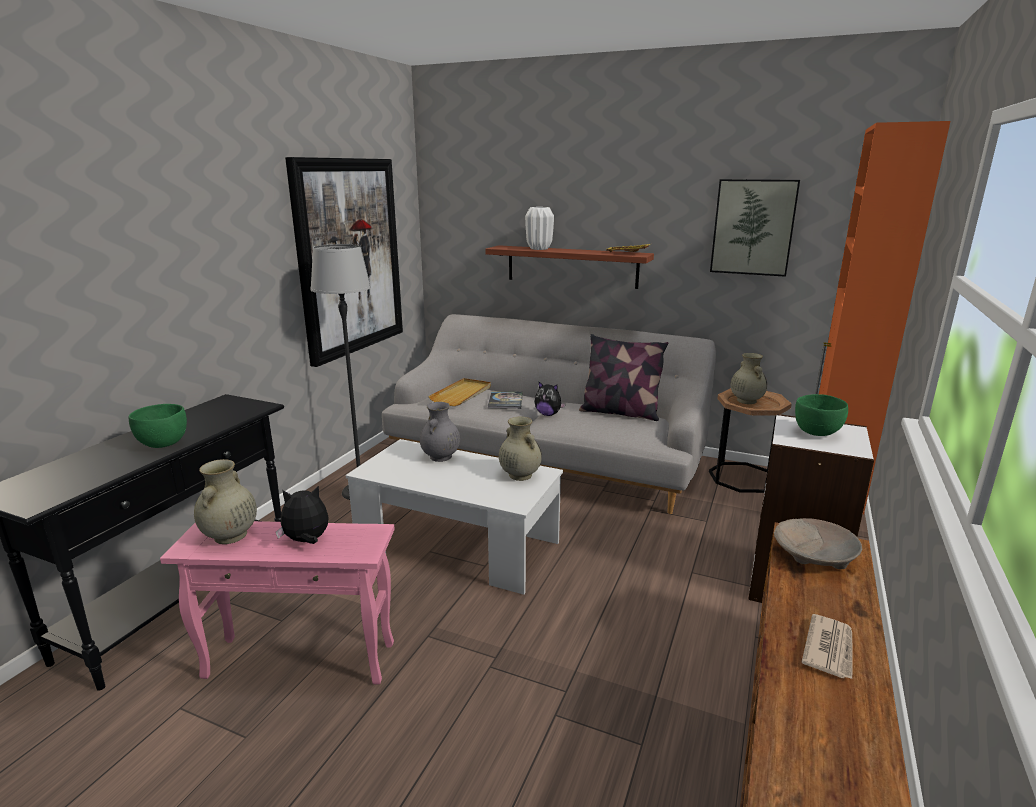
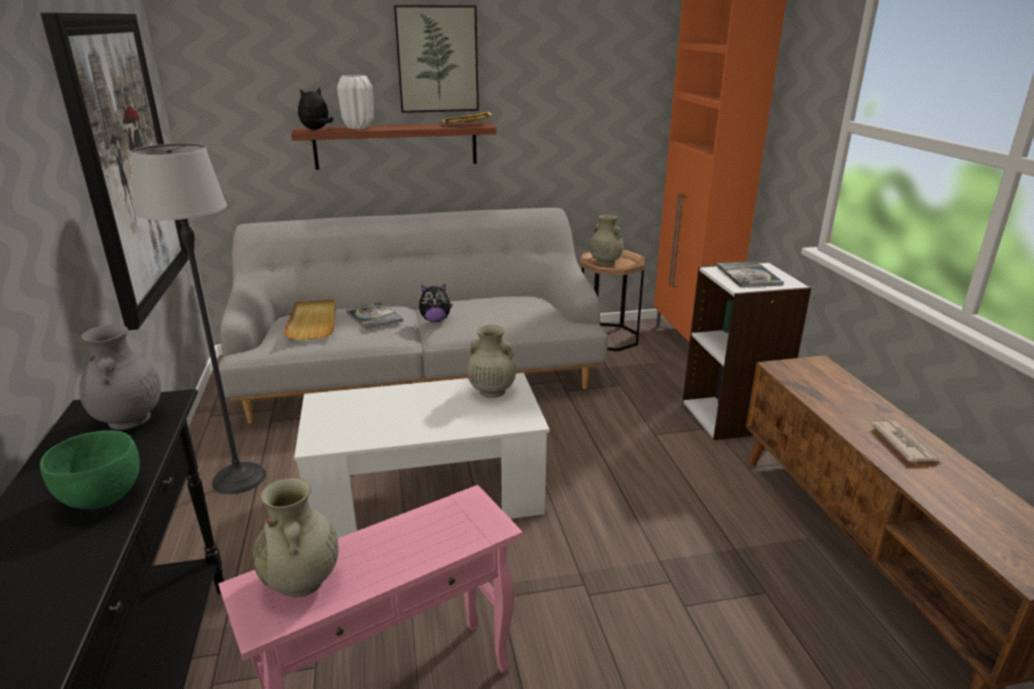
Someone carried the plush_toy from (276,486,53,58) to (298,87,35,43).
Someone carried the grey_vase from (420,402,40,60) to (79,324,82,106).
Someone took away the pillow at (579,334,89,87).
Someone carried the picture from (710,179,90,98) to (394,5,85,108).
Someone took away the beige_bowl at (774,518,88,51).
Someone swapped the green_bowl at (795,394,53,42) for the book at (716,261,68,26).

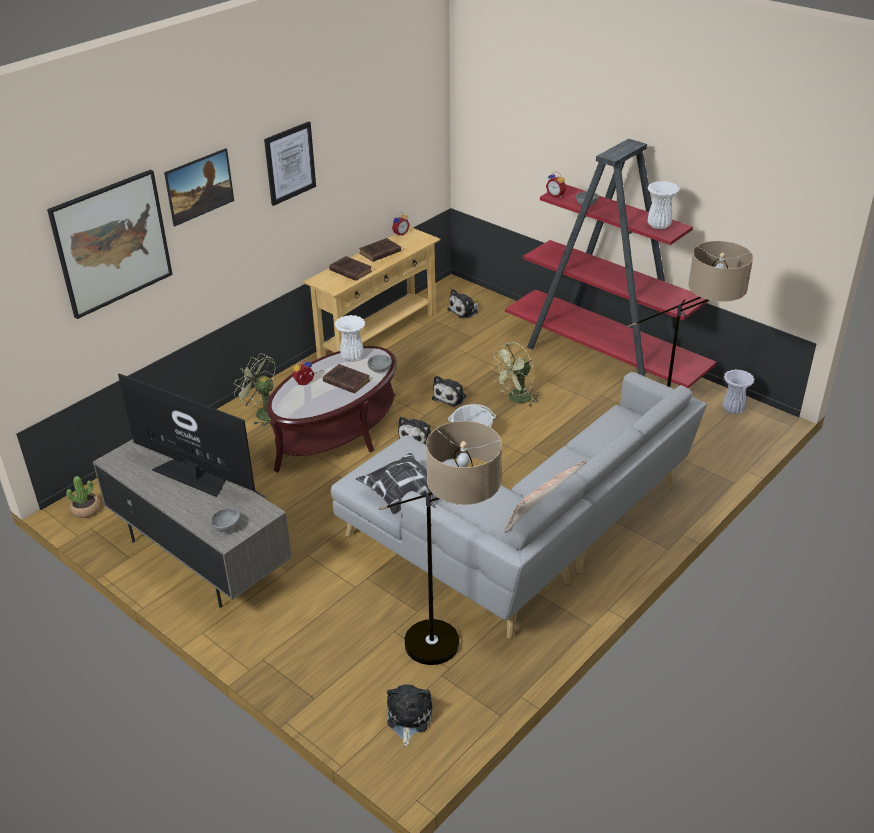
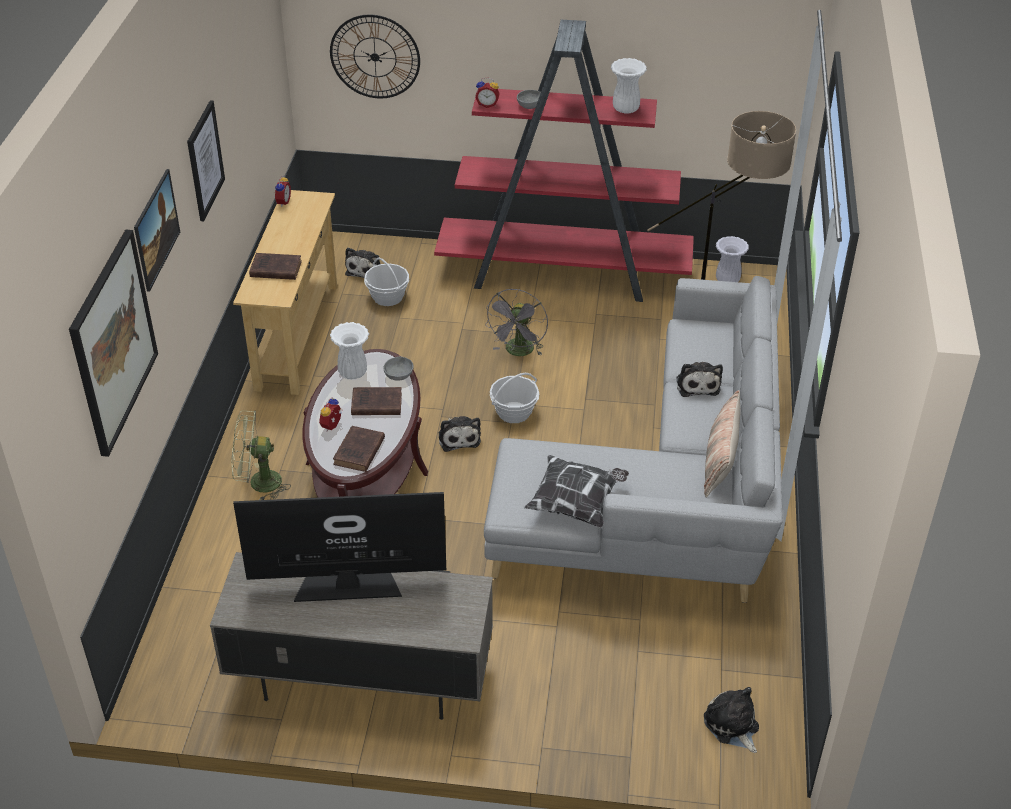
Someone took away the potted_plant at (66,476,34,42).
Someone took away the grey_bowl at (211,508,29,24).
Someone carried the brown_book from (359,238,42,24) to (333,426,52,46).
Someone took away the floor_lamp at (379,421,123,244).
Someone carried the plush_toy from (432,376,35,31) to (676,362,47,35).
Someone repainted the green_fan at (491,342,47,65), which became the grey_fan at (486,289,62,67).
Someone put up the wall_clock at (330,15,90,84).
Someone put down the basket at (364,258,45,48).

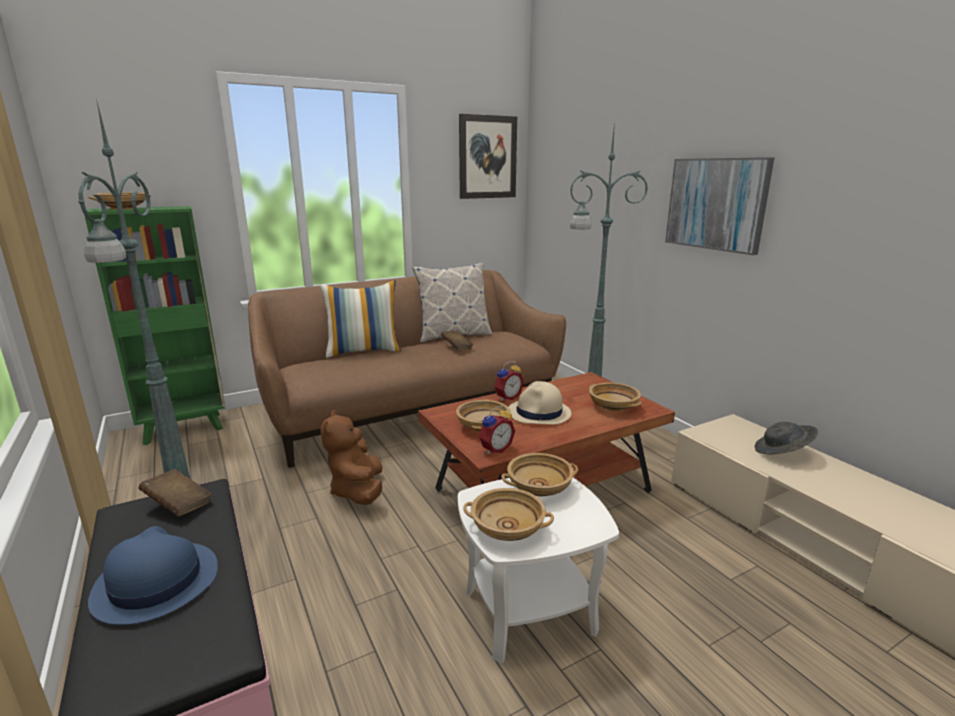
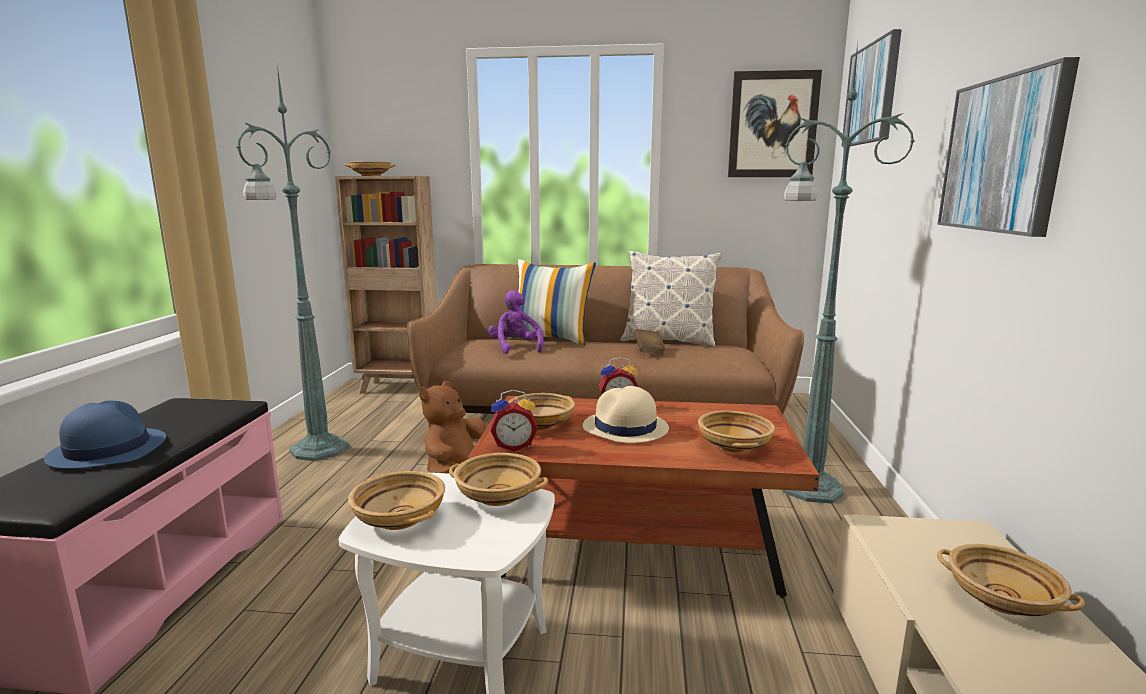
Someone repainted the green_bookcase at (84,206,142,239), which became the brown_bookcase at (335,176,102,219).
Someone took away the brown_book at (139,469,73,48).
Someone swapped the grey_hat at (755,422,63,33) for the beige_bowl at (937,544,148,72).
Someone put down the purple_plush_toy at (488,290,55,64).
Someone put up the picture at (841,29,61,118).

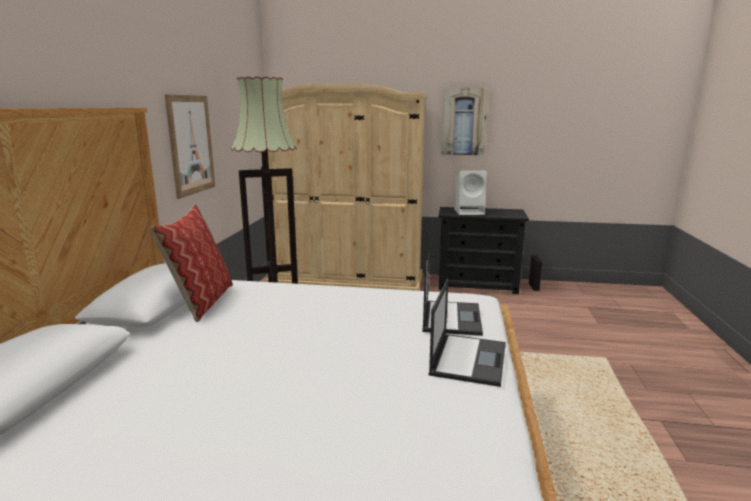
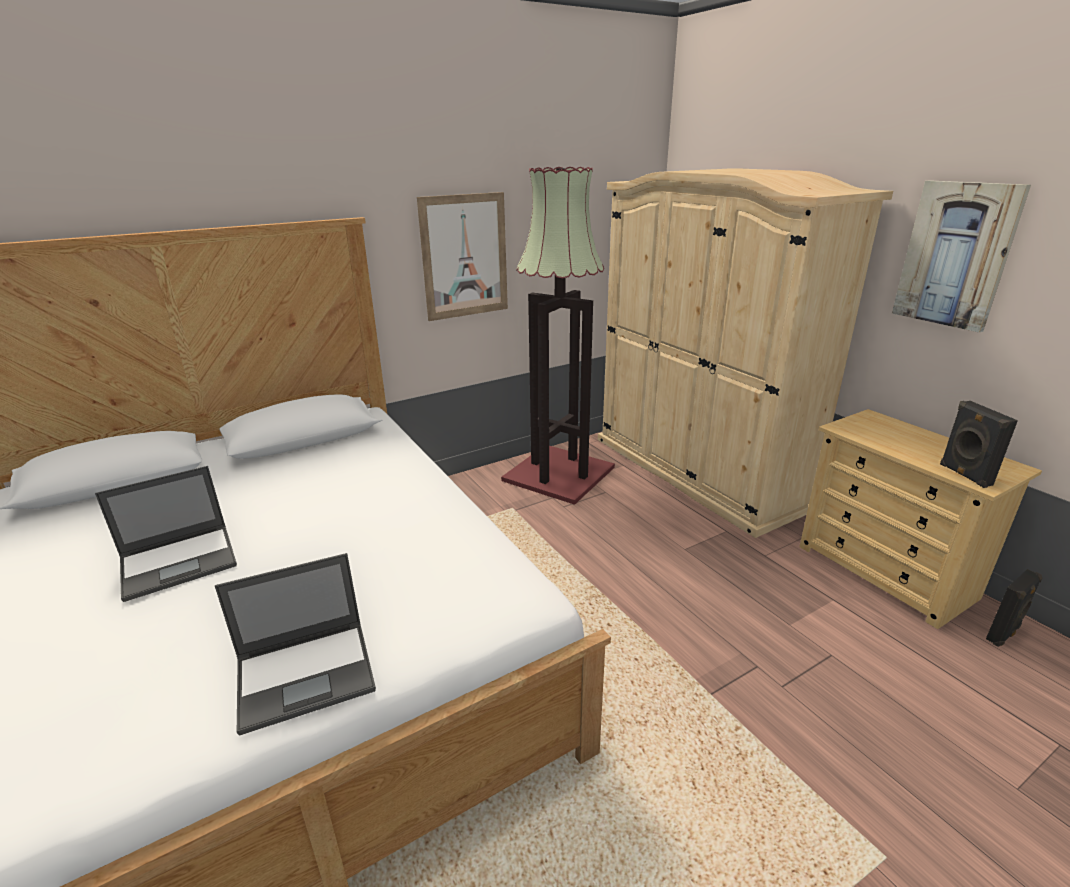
Someone took away the pillow at (149,204,84,118).
Someone carried the laptop from (422,253,61,83) to (95,466,142,136).
Someone repainted the black_dresser at (439,207,90,87), which became the beige_dresser at (799,409,243,220).
Someone took away the white_speaker at (454,170,32,45).
Someone put down the black_speaker at (940,401,78,87).

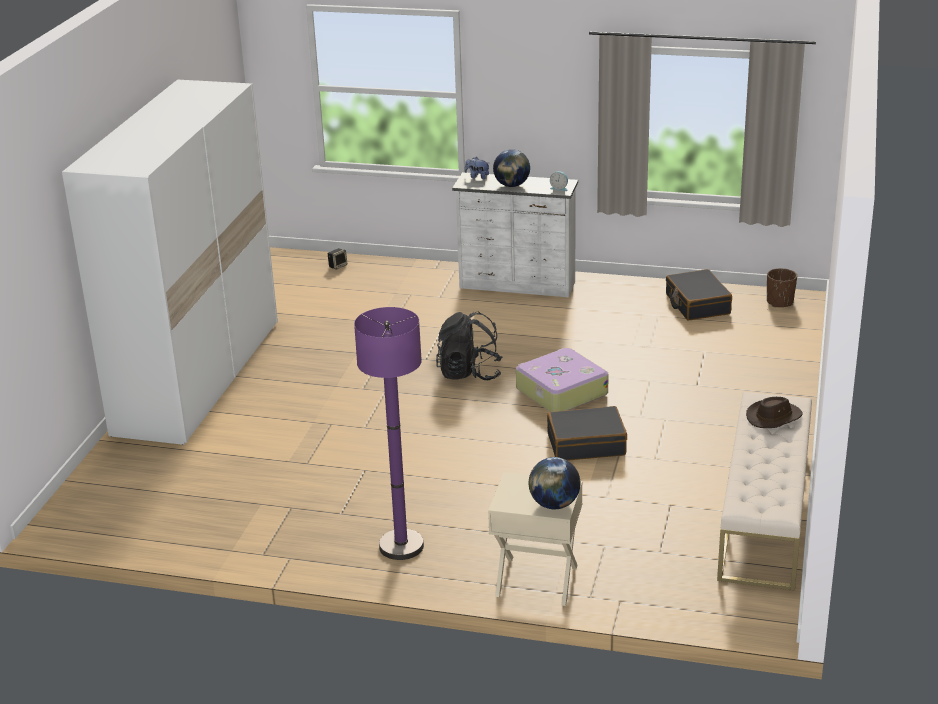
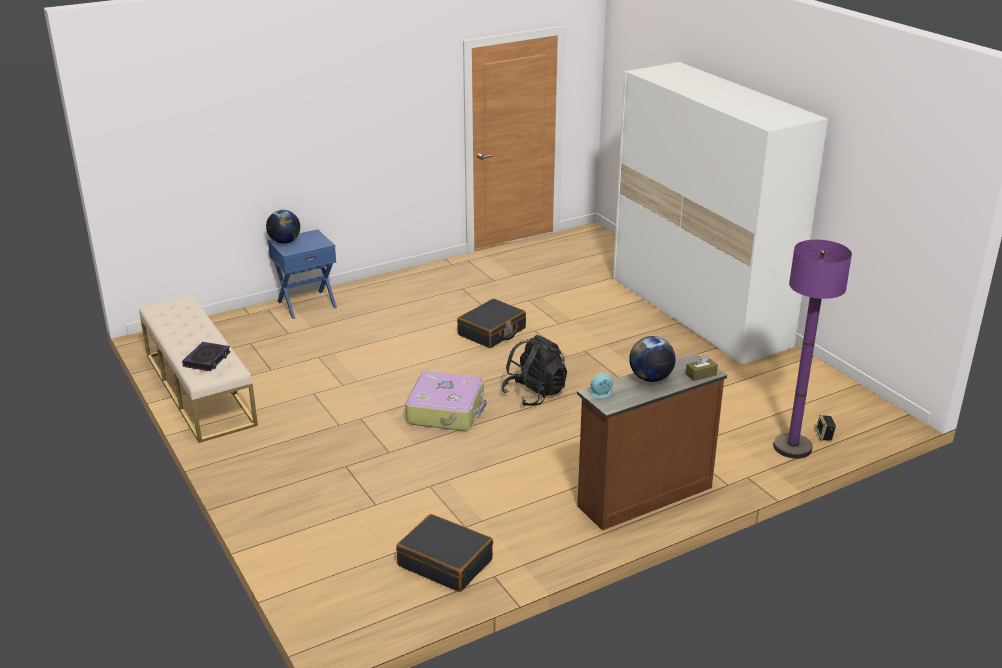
Someone carried the purple_floor_lamp from (354,307,70,253) to (773,240,79,219).
Someone repainted the white_dresser at (452,172,126,126), which became the brown_dresser at (577,353,150,177).
Someone swapped the plush_toy at (465,157,24,22) for the brown_tissue_box at (686,355,32,26).
Someone repainted the beige_nightstand at (488,472,95,134), which became the blue_nightstand at (268,229,69,90).
Someone carried the black_suitcase from (547,406,80,55) to (457,299,69,49).
Someone swapped the brown_hat at (746,397,57,31) for the book at (182,342,49,29).
Someone took away the brown_planter at (767,268,30,39).

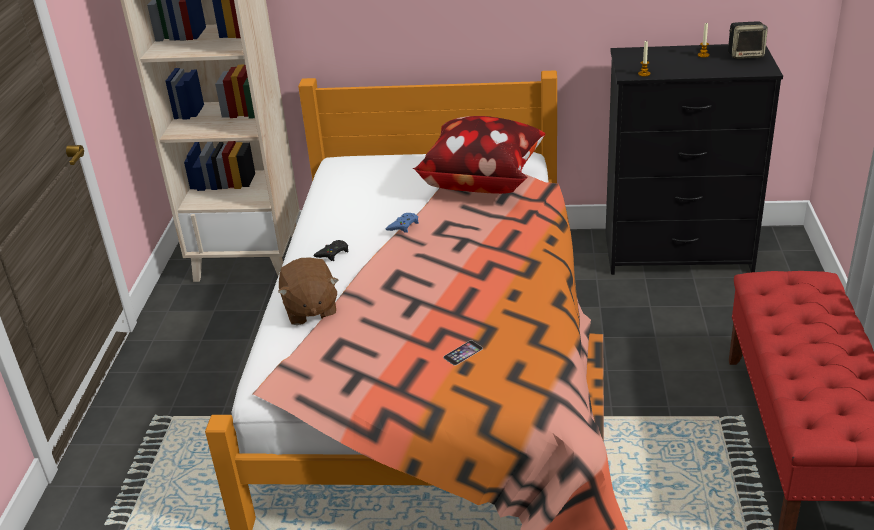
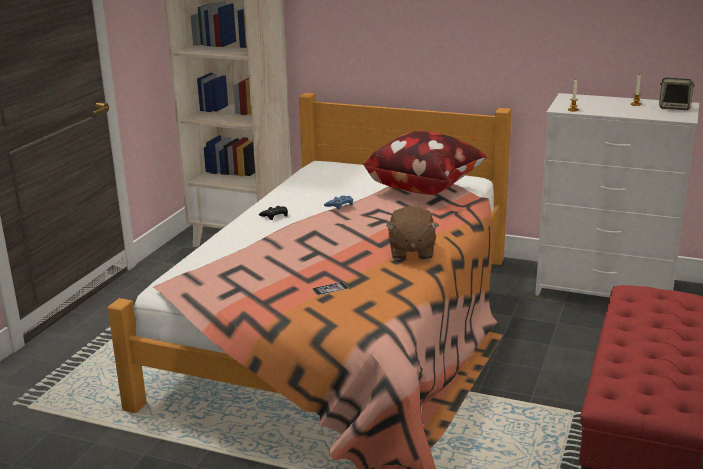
Someone carried the brown_plush_toy from (278,257,61,68) to (386,206,53,54).
Someone repainted the black_dresser at (605,44,178,231), which became the white_dresser at (535,93,164,205).

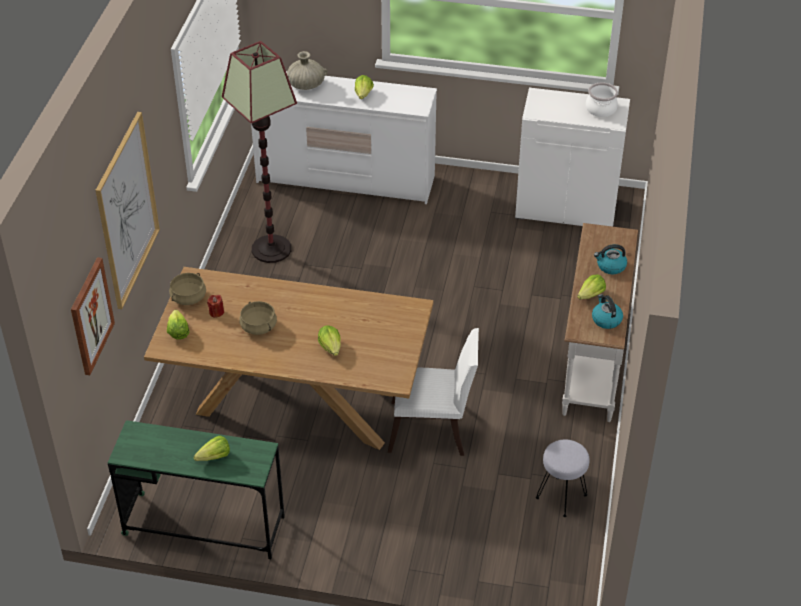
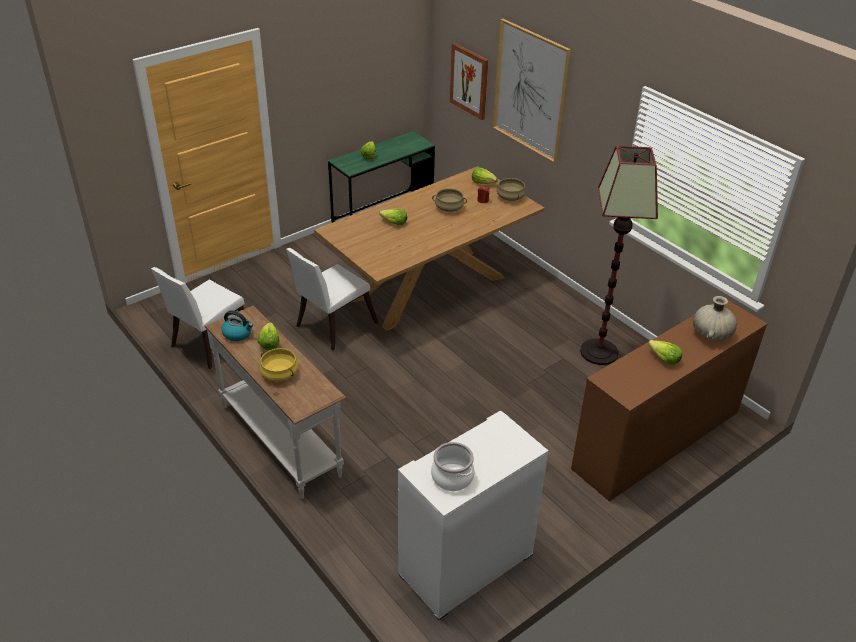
Someone repainted the white_dresser at (251,71,186,133), which became the brown_dresser at (571,300,196,202).
Someone swapped the grey_stool at (536,439,54,78) for the white_chair at (151,267,94,102).
Someone swapped the kettle at (594,244,33,30) for the yellow_cooking_pot at (260,348,38,33).

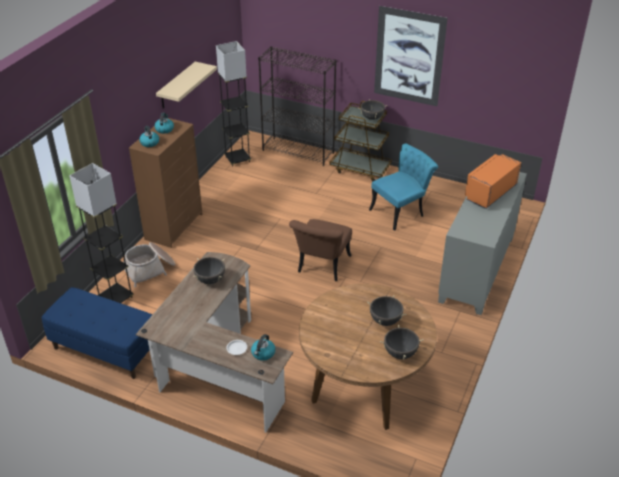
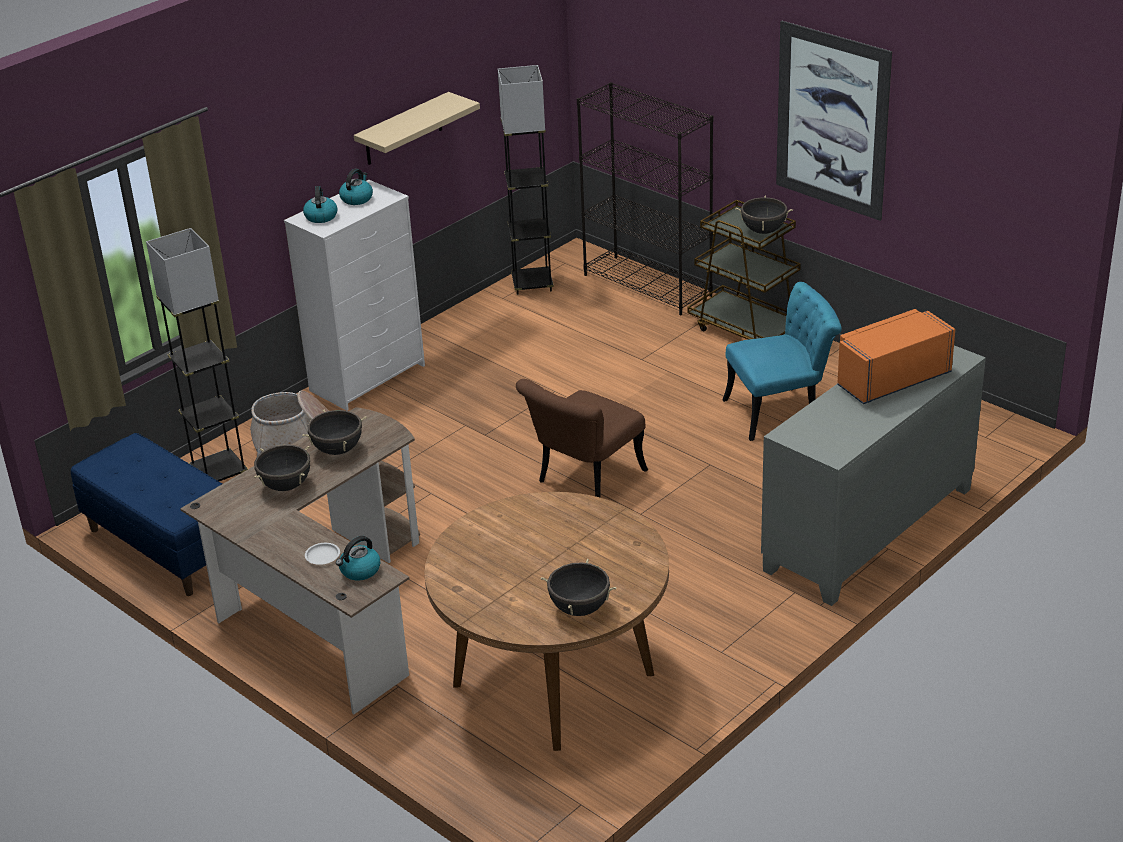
Someone repainted the brown_dresser at (129,118,74,130), which became the white_dresser at (284,180,141,231).
Someone carried the black_cooking_pot from (367,295,40,31) to (254,445,57,46).

